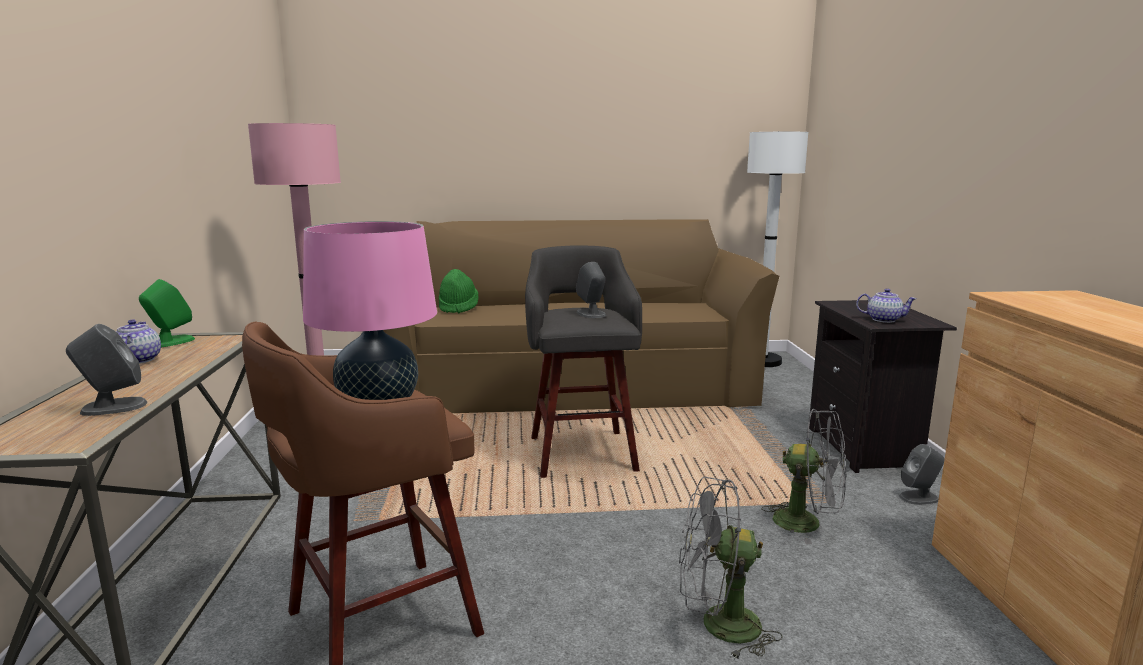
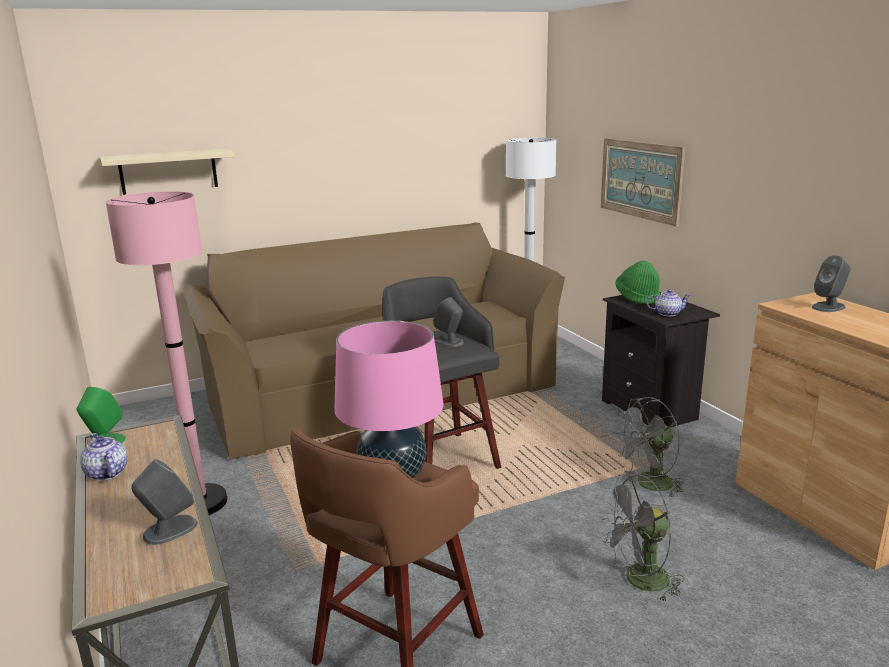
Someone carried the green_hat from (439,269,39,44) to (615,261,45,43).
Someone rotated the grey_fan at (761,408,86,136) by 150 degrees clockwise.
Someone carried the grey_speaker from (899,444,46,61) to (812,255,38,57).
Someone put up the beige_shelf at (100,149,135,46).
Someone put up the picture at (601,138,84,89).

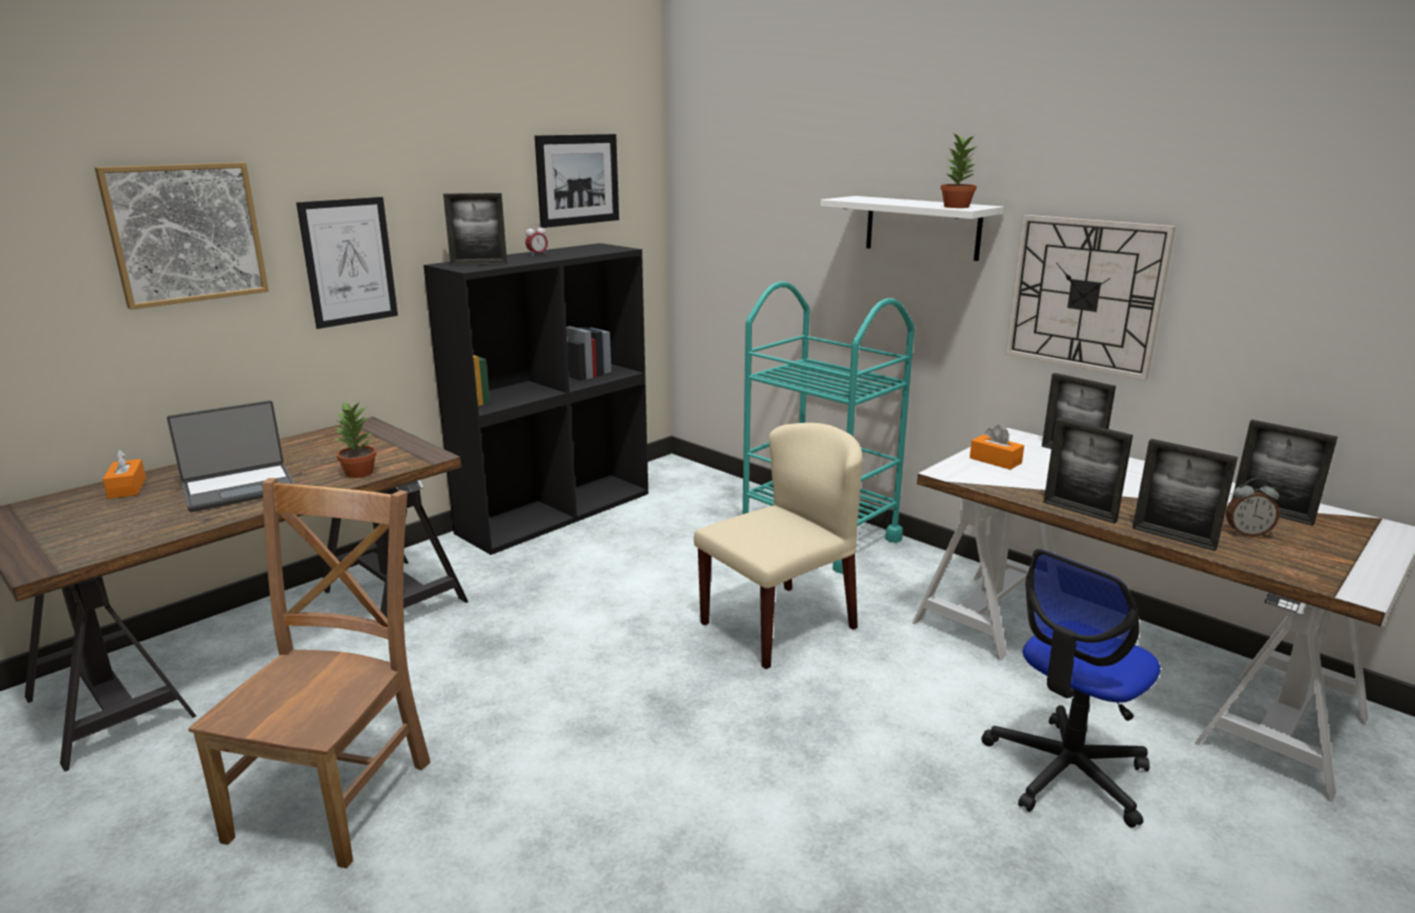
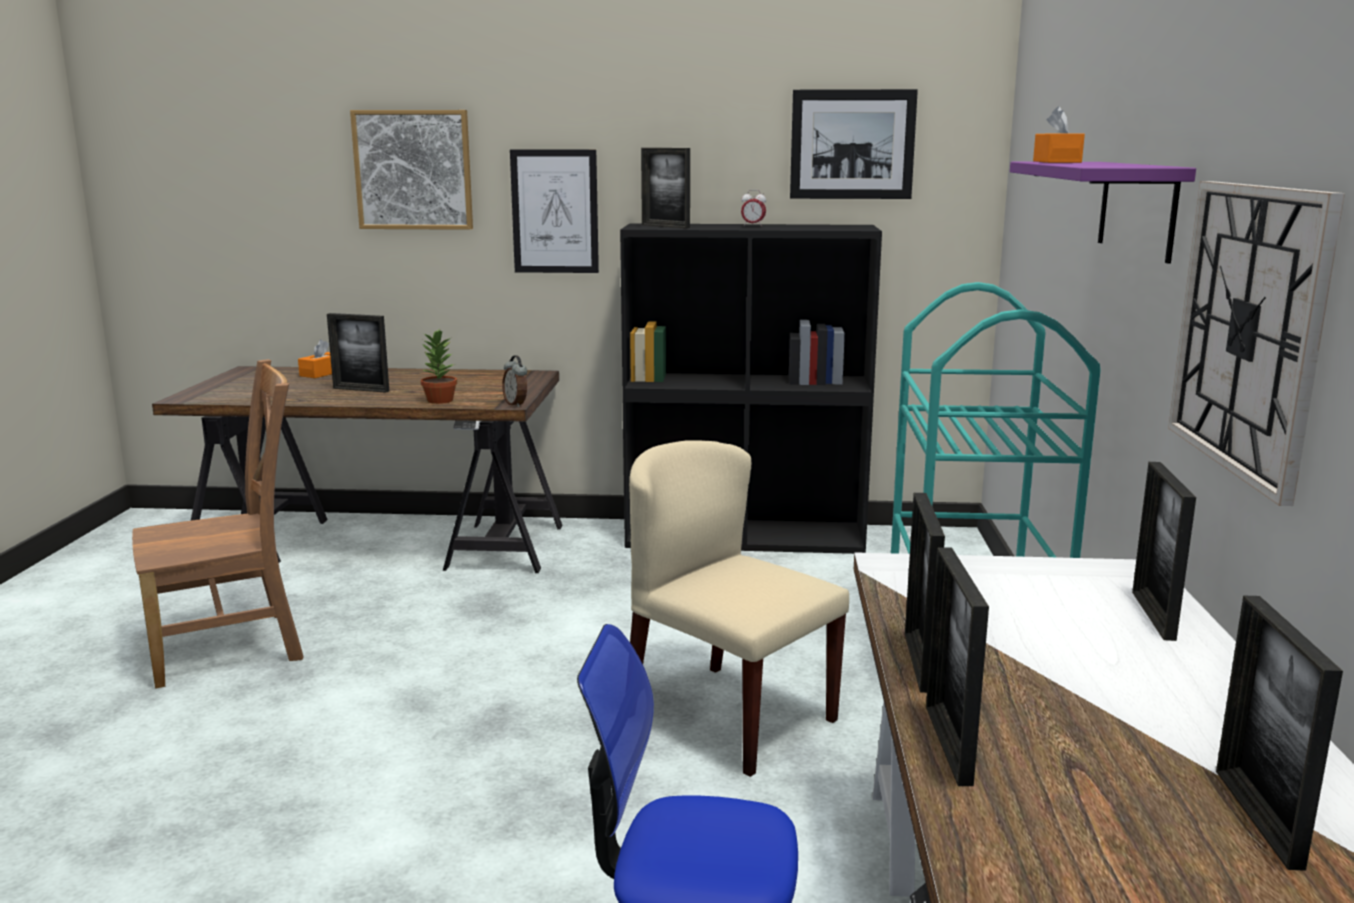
Someone swapped the laptop at (167,400,128,112) for the picture_frame at (327,313,62,80).
Someone rotated the beige_chair at (694,423,169,246) by 150 degrees counterclockwise.
Someone repainted the white_shelf at (820,196,184,65), which became the purple_shelf at (1010,162,186,102).
Someone took away the potted_plant at (941,133,38,75).
Someone carried the orange_tissue_box from (970,425,54,45) to (1033,106,52,57).
Someone carried the alarm_clock from (1226,478,54,59) to (502,355,25,53).

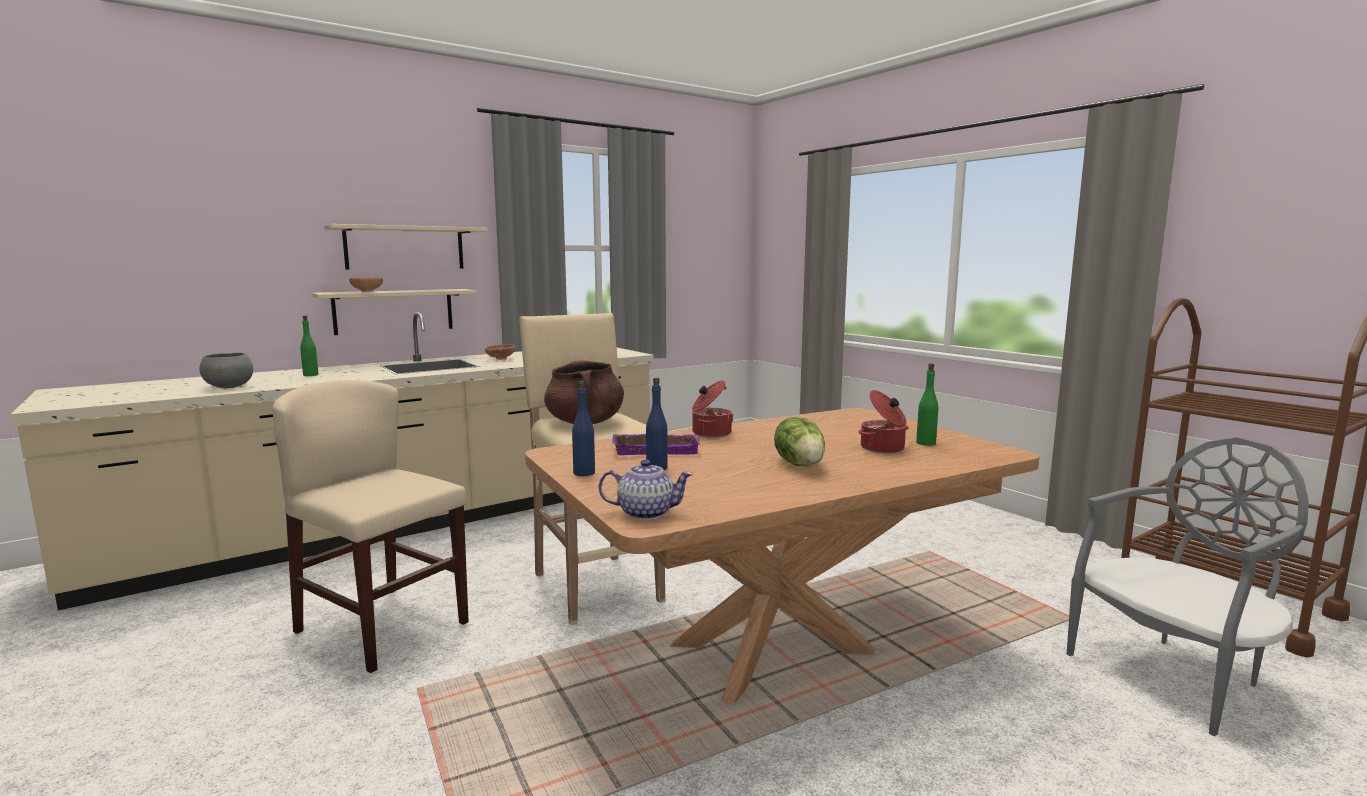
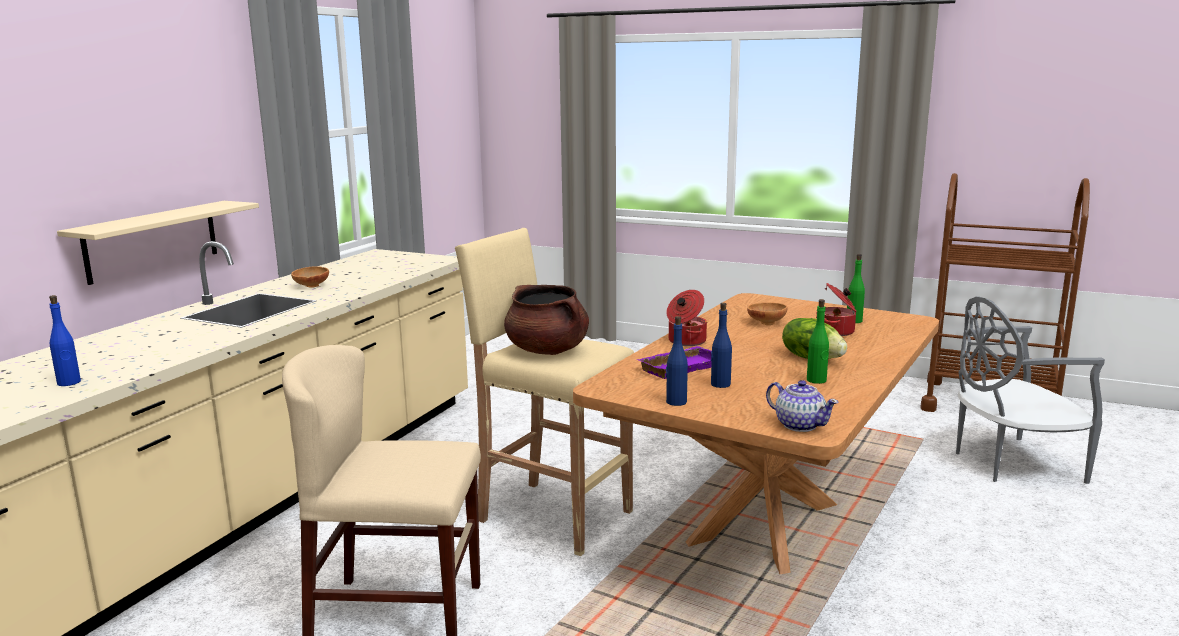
Someone swapped the grey_bowl at (199,353,54,35) for the blue_bottle at (49,295,32,91).
Someone carried the green_bottle from (300,315,19,61) to (807,299,22,85).
Someone took away the beige_shelf at (324,224,164,46).
Someone carried the brown_bowl from (349,278,34,14) to (747,302,40,23).
Someone rotated the teapot at (598,460,95,60) by 75 degrees clockwise.
Someone rotated the grey_chair at (1067,437,242,299) by 135 degrees counterclockwise.

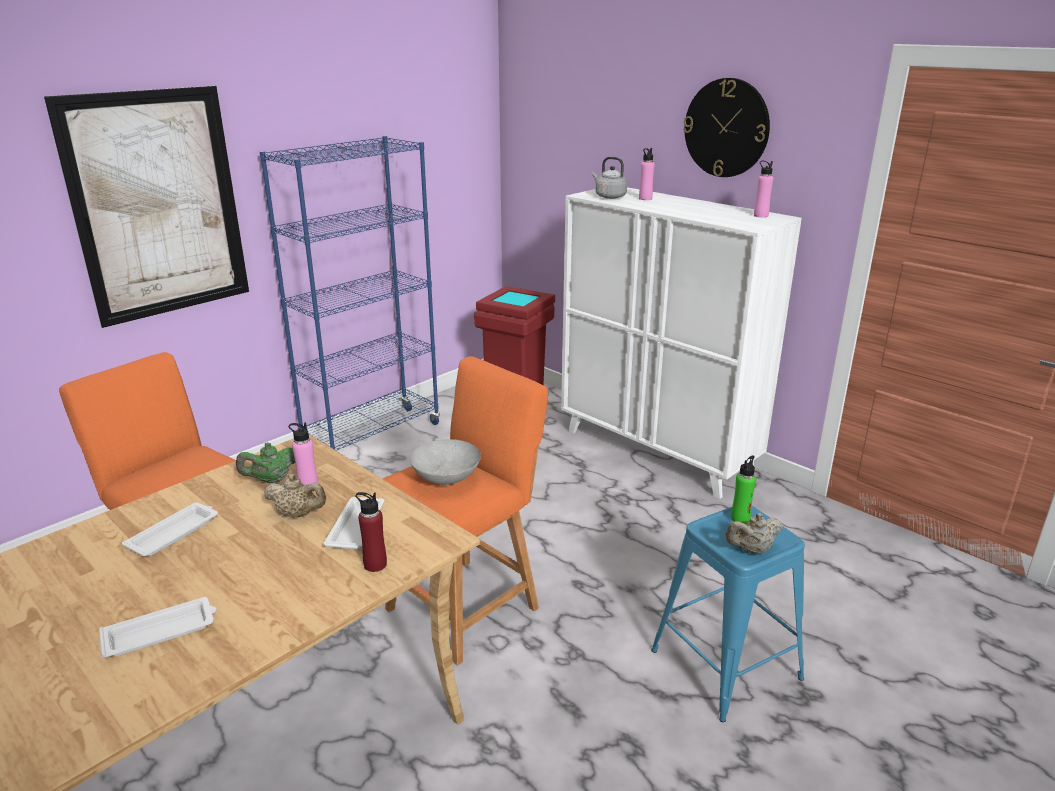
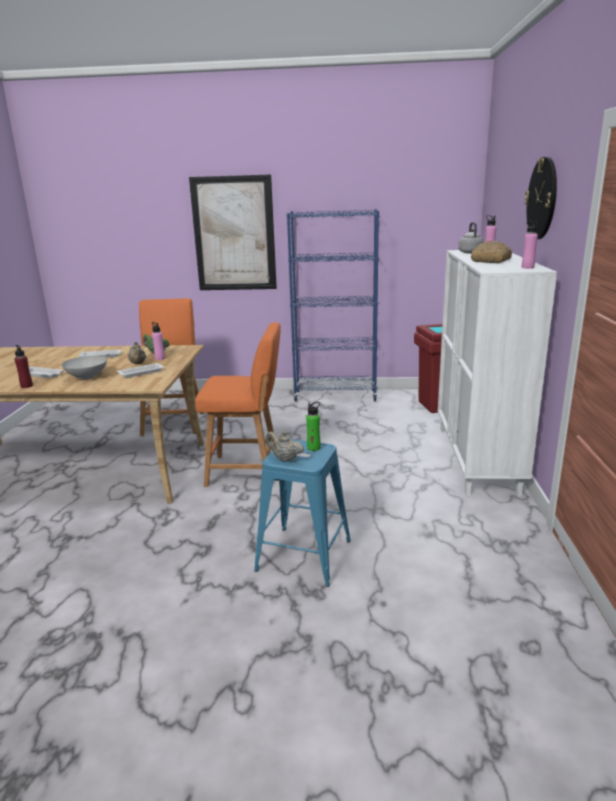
Someone carried the red_bottle from (355,492,32,80) to (15,345,18,43).
Someone carried the grey_bowl from (410,439,71,46) to (62,356,45,23).
Someone put down the bread at (471,241,41,22).

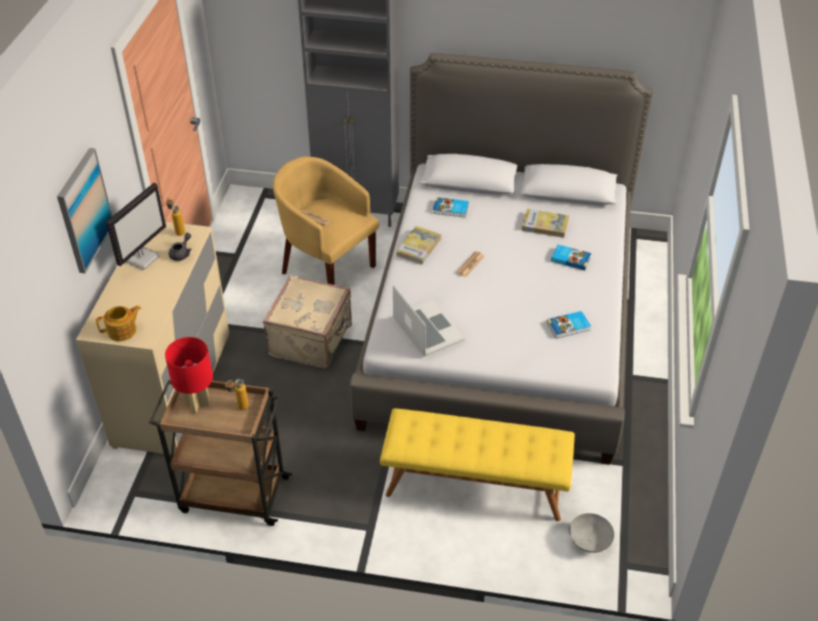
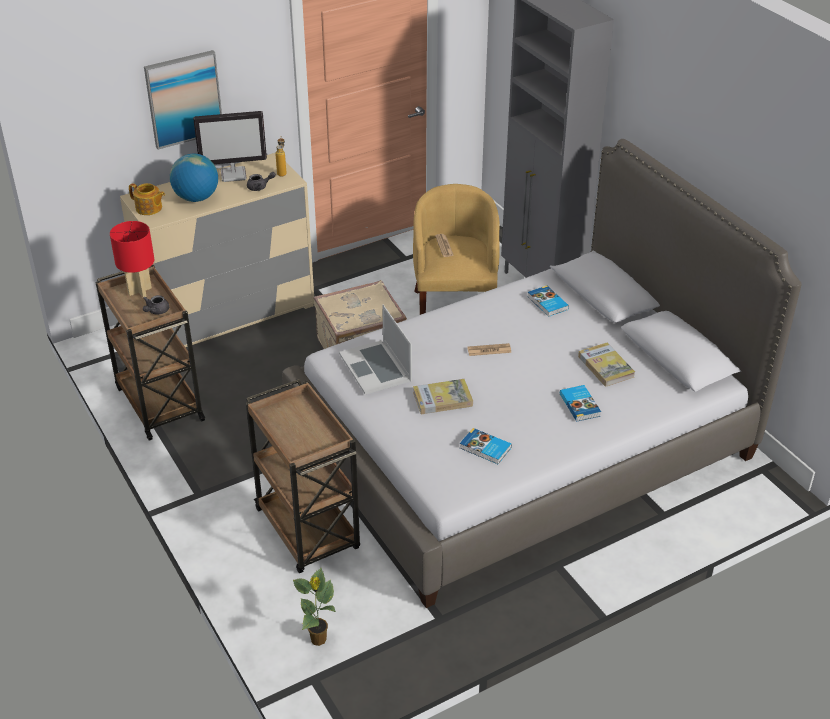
Someone swapped the bottle at (225,379,24,31) for the grey_teapot at (143,295,26,20).
Someone swapped the yellow_bench at (380,408,195,113) for the brown_cart at (246,379,114,194).
Someone rotated the laptop at (393,285,72,72) by 135 degrees clockwise.
Someone carried the book from (396,226,45,39) to (413,379,60,35).
Someone swapped the grey_bowl at (569,513,45,40) for the potted_plant at (293,568,43,78).
Someone put down the globe at (170,153,48,49).

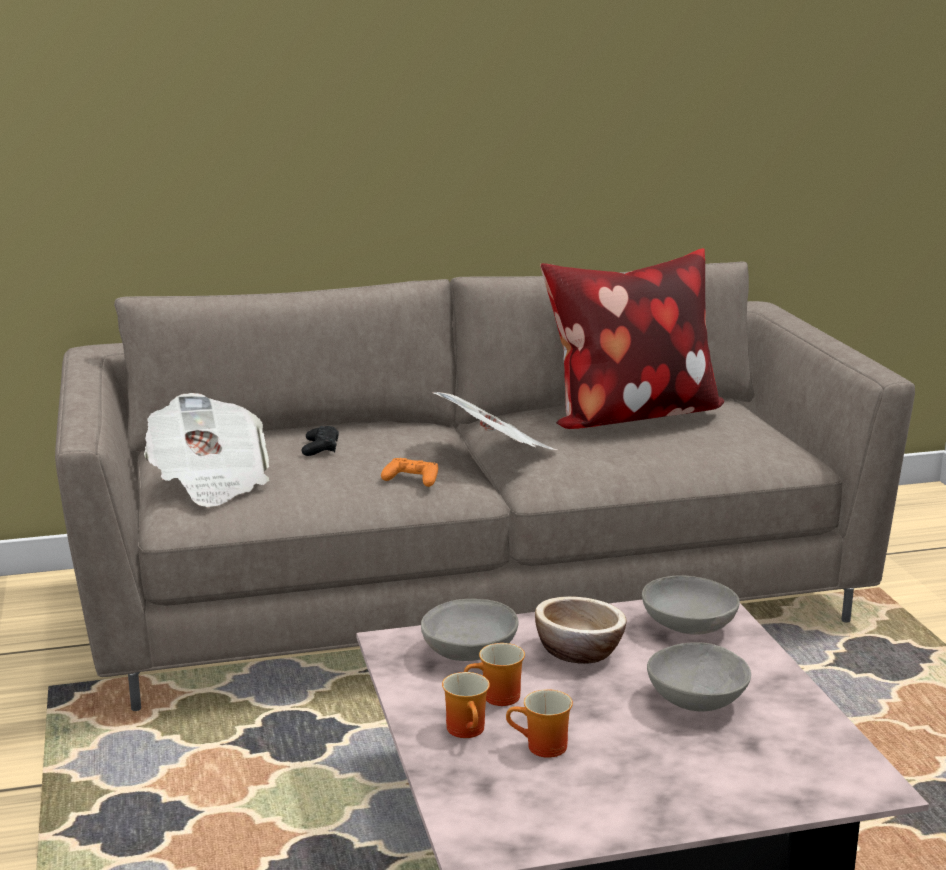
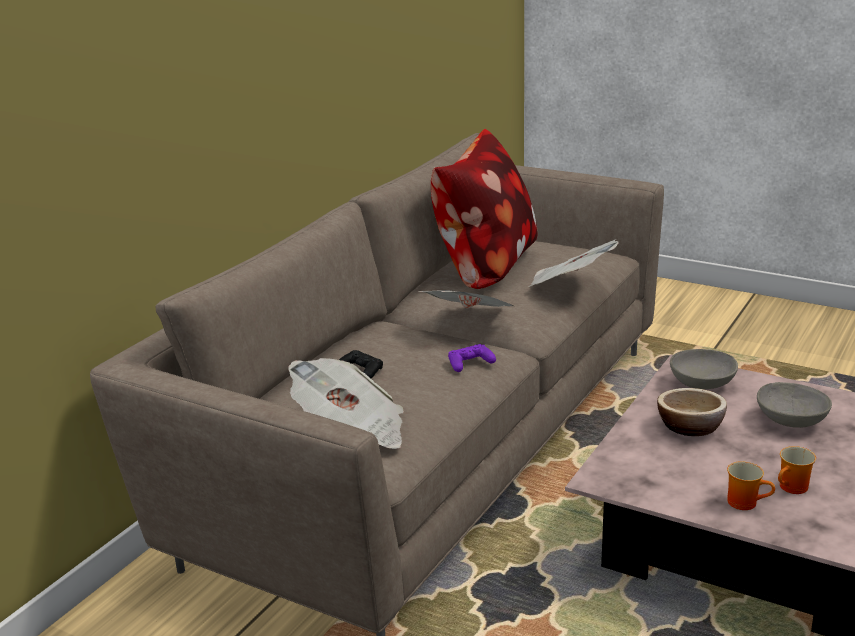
Someone repainted the orange_game_controller at (381,458,57,29), which became the purple_game_controller at (448,344,48,28).
Someone took away the grey_bowl at (421,599,98,62).
Someone took away the mug at (464,643,61,63).
Someone put down the newspaper at (528,239,91,48).

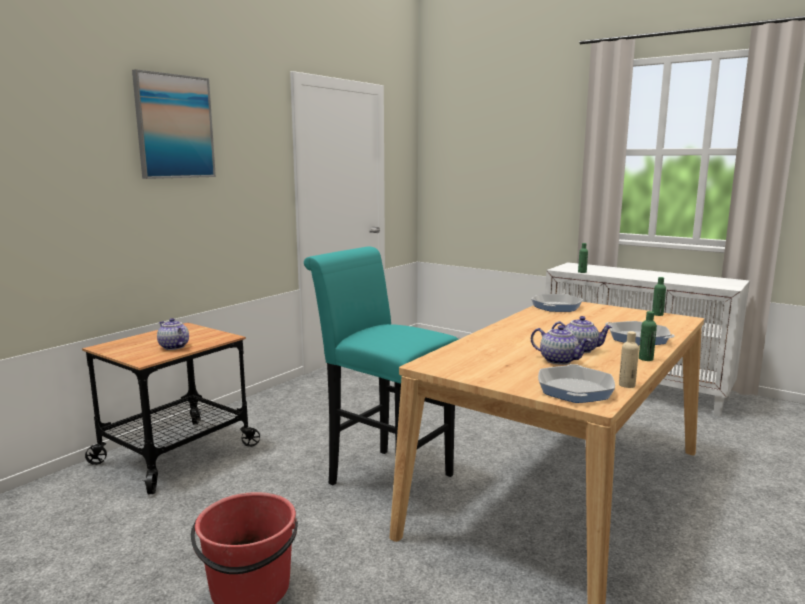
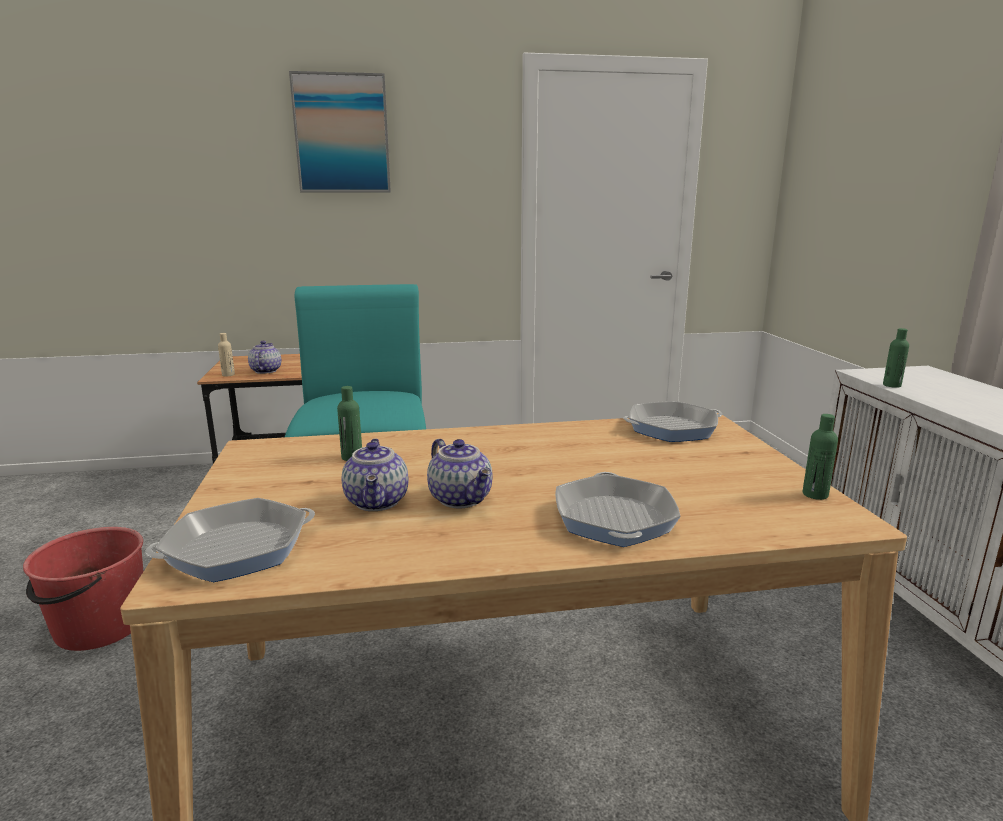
Someone carried the beige_bottle from (619,331,20,57) to (218,333,17,43).
Someone carried the green_bottle from (639,311,18,50) to (337,386,25,75).

